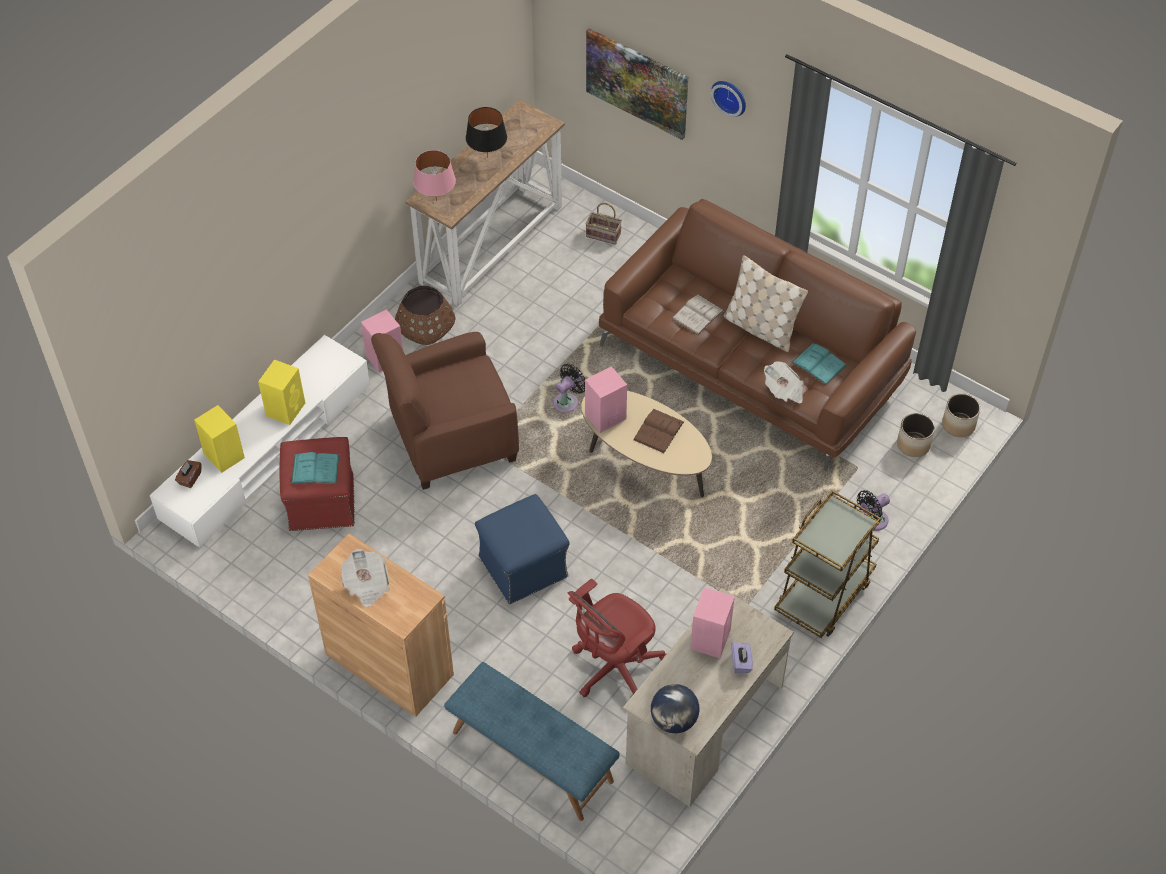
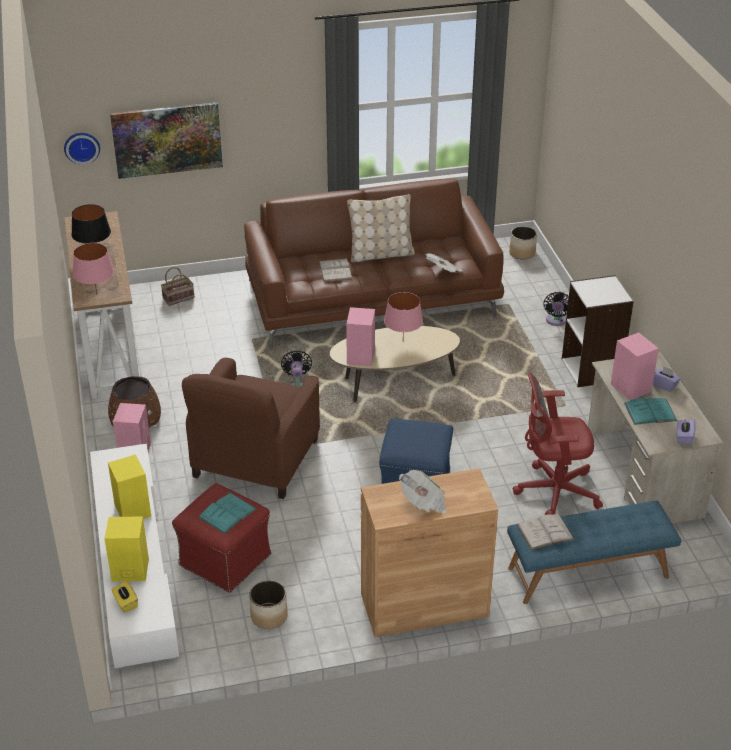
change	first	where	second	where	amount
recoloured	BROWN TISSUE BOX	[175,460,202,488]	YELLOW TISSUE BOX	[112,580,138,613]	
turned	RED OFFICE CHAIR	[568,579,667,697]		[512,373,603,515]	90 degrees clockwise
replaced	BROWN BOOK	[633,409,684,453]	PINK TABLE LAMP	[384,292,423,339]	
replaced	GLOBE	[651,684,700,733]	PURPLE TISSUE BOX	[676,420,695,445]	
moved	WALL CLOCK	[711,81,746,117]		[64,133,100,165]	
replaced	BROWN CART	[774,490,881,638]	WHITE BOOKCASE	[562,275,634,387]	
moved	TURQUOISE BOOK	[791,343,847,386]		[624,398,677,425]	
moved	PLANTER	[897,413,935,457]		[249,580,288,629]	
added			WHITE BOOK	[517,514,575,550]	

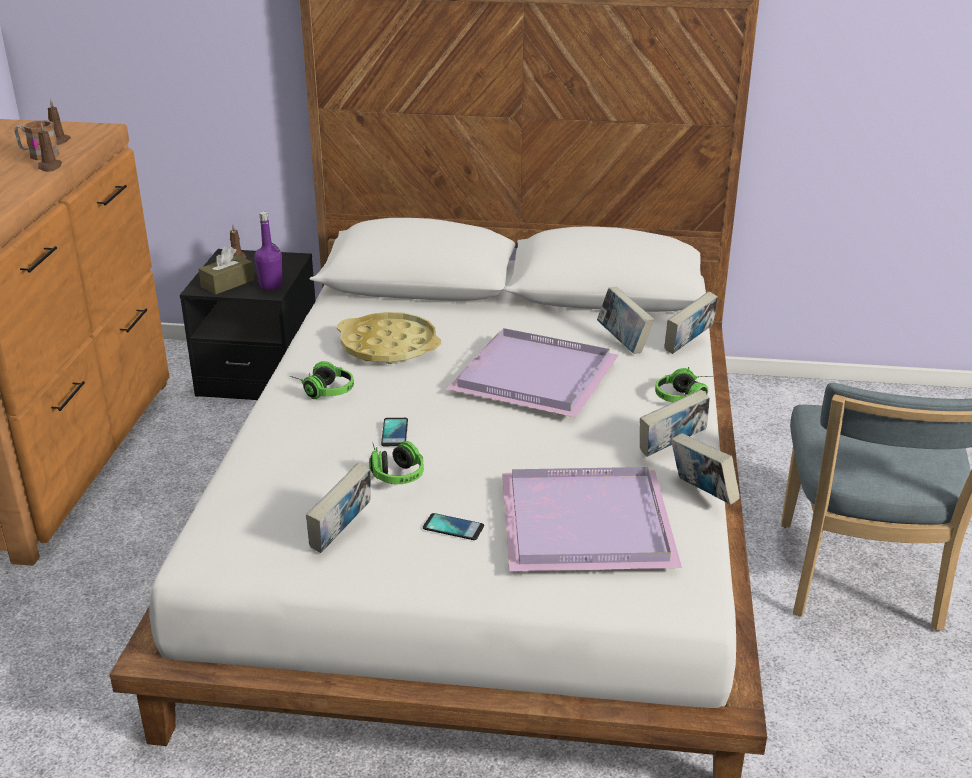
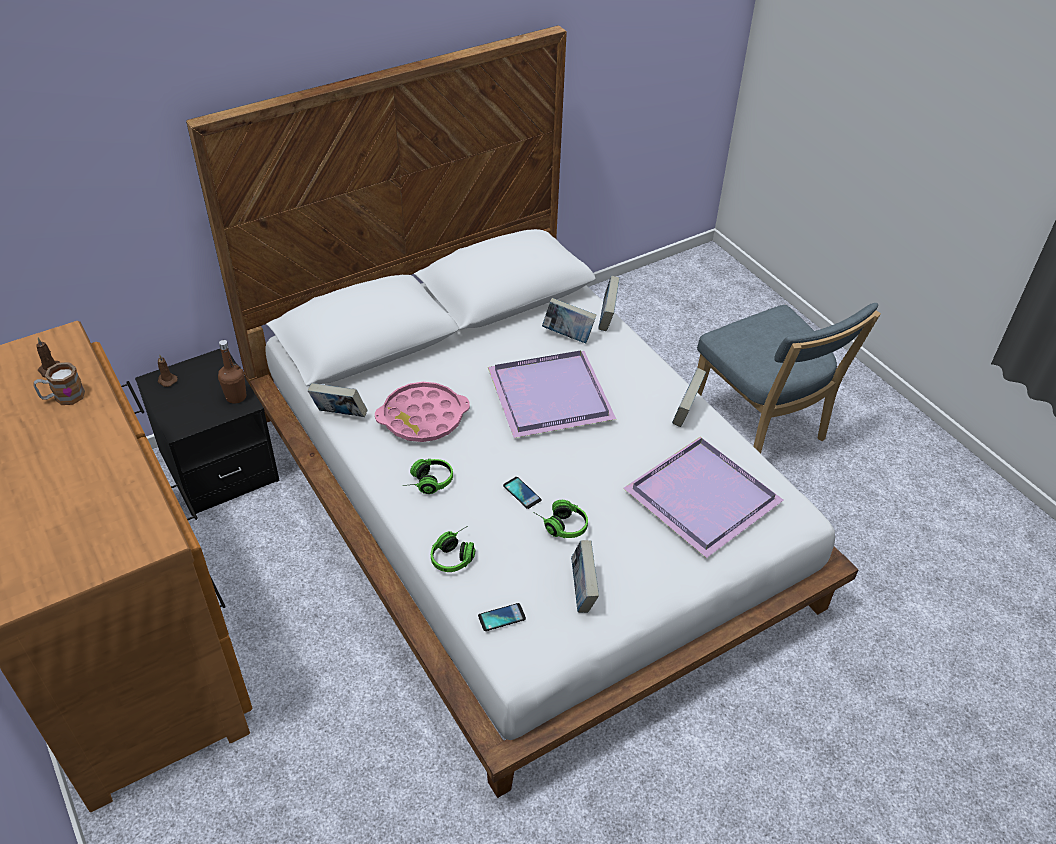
change	first	where	second	where	amount
removed	BROWN CANDLE	[38,123,62,172]			
removed	BROWN TISSUE BOX	[199,247,254,295]			
recoloured	PURPLE BOTTLE	[254,211,282,290]	BROWN BOTTLE	[218,340,246,403]	
recoloured	YELLOW TRAY	[337,312,441,364]	PINK TRAY	[375,382,470,442]	
moved	PHONE	[423,513,484,540]		[478,603,526,631]	
moved	HEADPHONES	[655,367,713,402]		[431,526,475,572]	
moved	BOOK	[671,433,740,505]		[308,383,367,417]	

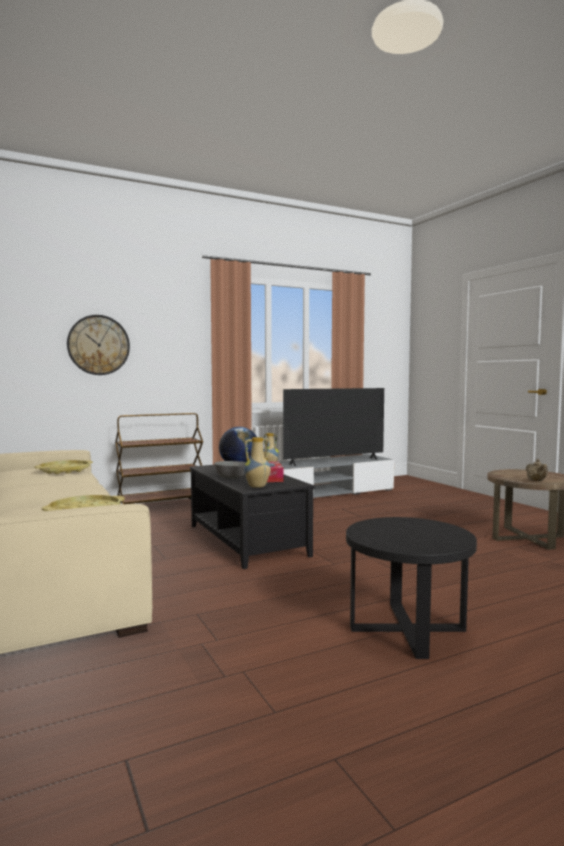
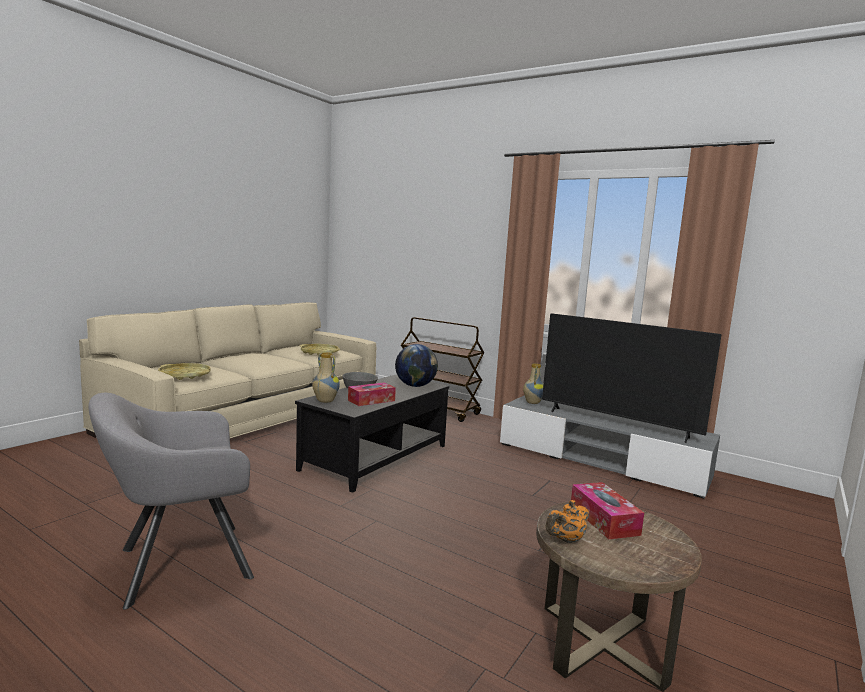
change	first	where	second	where	amount
removed	WALL CLOCK	[67,315,130,375]			
replaced	BLACK SIDE TABLE	[346,517,477,659]	GREY ARMCHAIR	[89,393,254,610]	
recoloured	BEIGE TEAPOT	[526,459,548,481]	ORANGE TEAPOT	[546,500,589,543]	
added			TISSUE BOX	[571,482,644,539]	

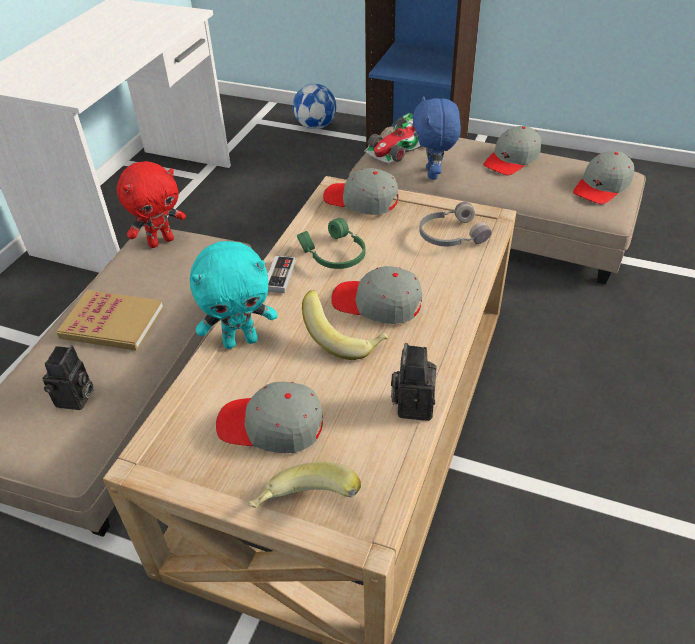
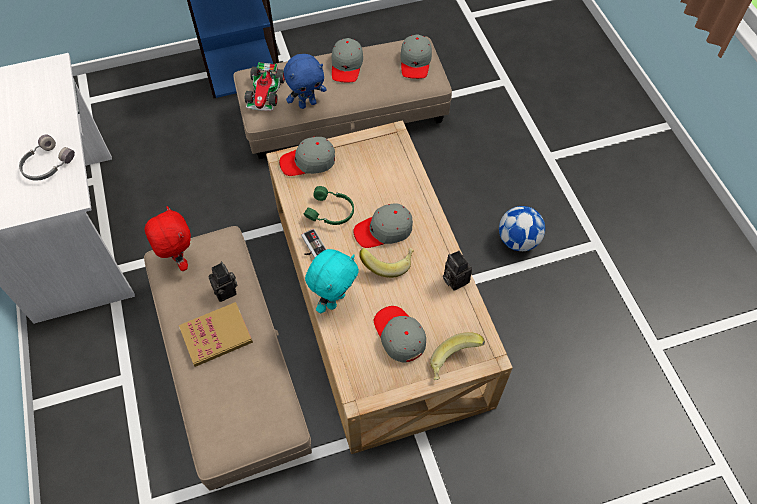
change	first	where	second	where	amount
moved	PHOTO CAMERA	[42,346,94,410]		[209,262,238,302]	
turned	RED PLUSH TOY	[117,161,186,248]		[145,206,191,271]	45 degrees counterclockwise
turned	GREY CAP	[216,382,323,453]		[374,306,426,363]	90 degrees clockwise
moved	FOOTBALL	[293,84,337,129]		[499,206,545,251]	
turned	BLUE PLUSH TOY	[412,96,461,180]		[284,54,327,109]	75 degrees counterclockwise
moved	GREY HEADPHONES	[419,202,492,246]		[19,135,75,181]	

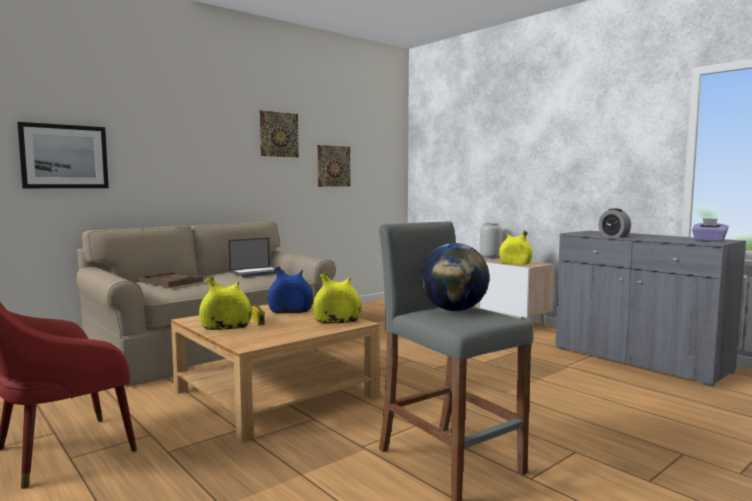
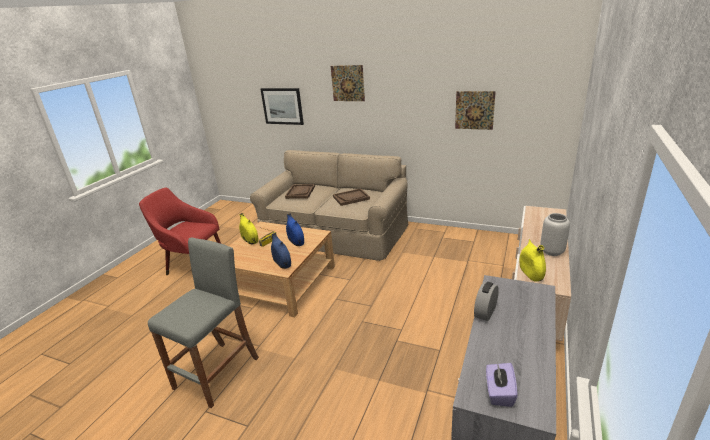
change	first	where	second	where	amount
replaced	LAPTOP	[228,238,284,277]	BROWN TRAY	[333,188,370,206]	
moved	PICTURE	[259,110,299,157]		[331,65,365,101]	
recoloured	YELLOW VASE	[313,273,361,323]	BLUE VASE	[271,233,291,269]	
removed	GLOBE	[421,243,489,311]			

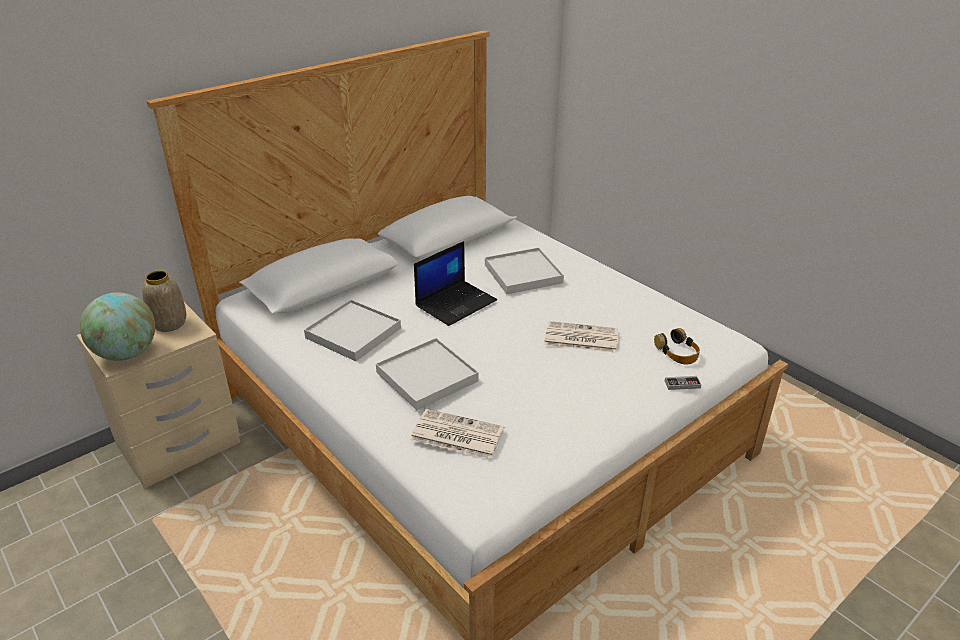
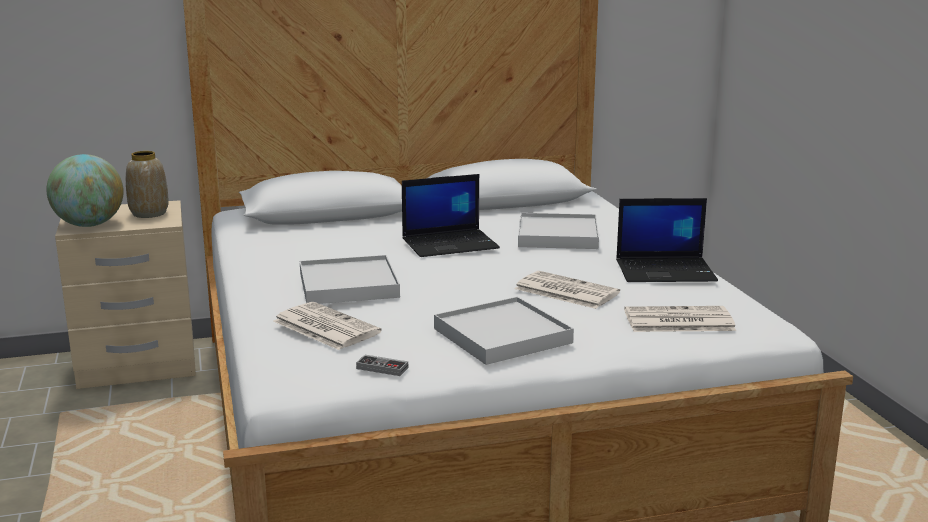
change	first	where	second	where	amount
moved	WHITE TRAY	[304,299,401,361]		[434,297,574,365]	
replaced	HEADPHONES	[654,328,700,364]	NEWSPAPER	[624,306,736,332]	
moved	GAME CONTROLLER	[665,376,701,390]		[356,355,408,376]	
added			LAPTOP	[616,198,718,282]	

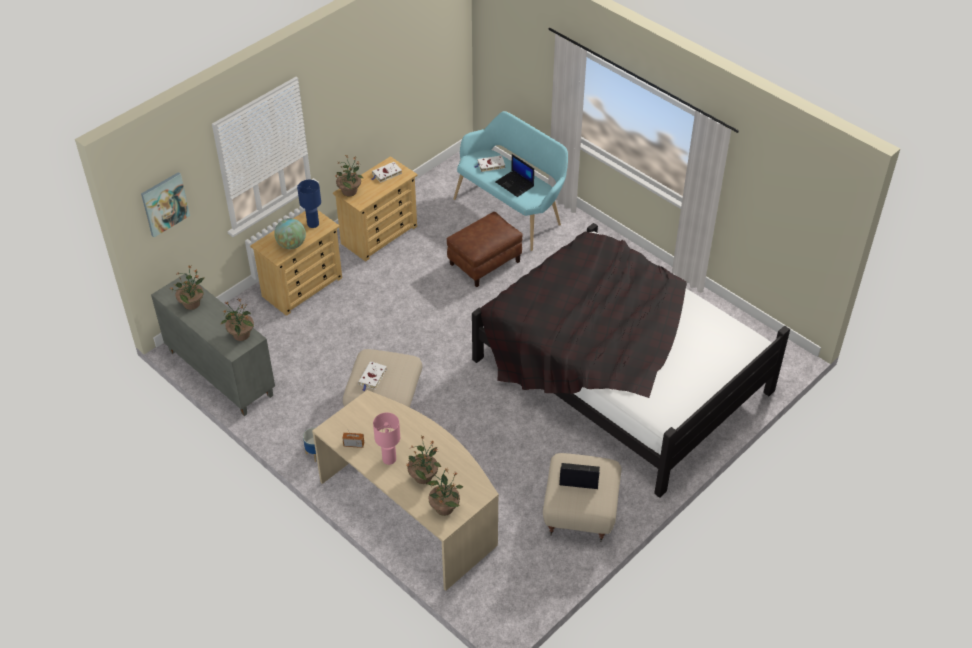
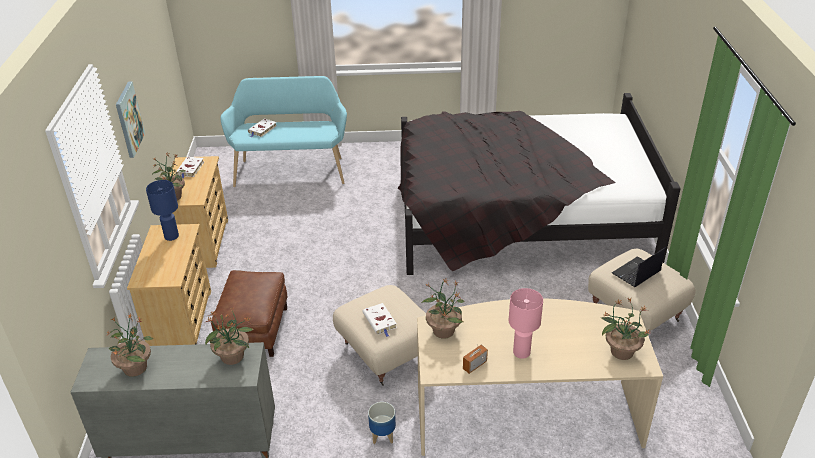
change	first	where	second	where	amount
moved	PICTURE	[141,172,190,237]		[116,81,145,158]	
removed	GLOBE	[274,218,306,249]			
moved	POTTED PLANT	[407,436,441,484]		[422,279,465,339]	
moved	BROWN OTTOMAN	[447,212,523,287]		[211,270,287,357]	
removed	LAPTOP	[495,154,534,197]			

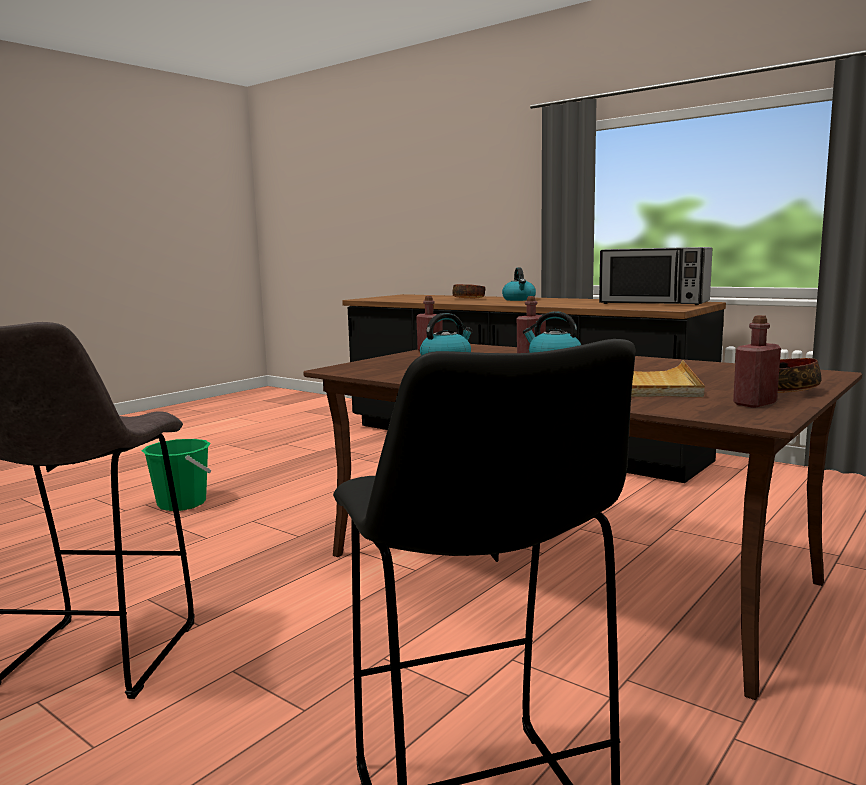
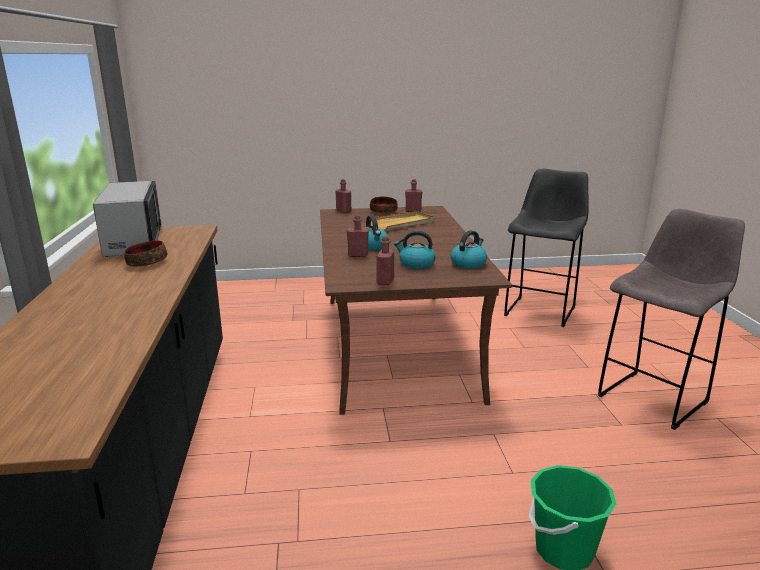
change	first	where	second	where	amount
moved	BOWL	[452,284,485,298]		[124,240,167,267]	
moved	KETTLE	[502,267,536,301]		[451,230,487,269]	
added			RED BOTTLE	[335,179,351,213]	

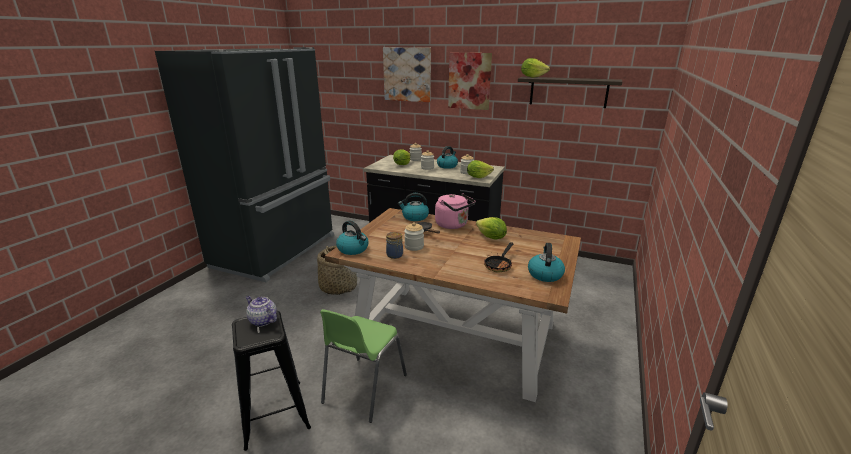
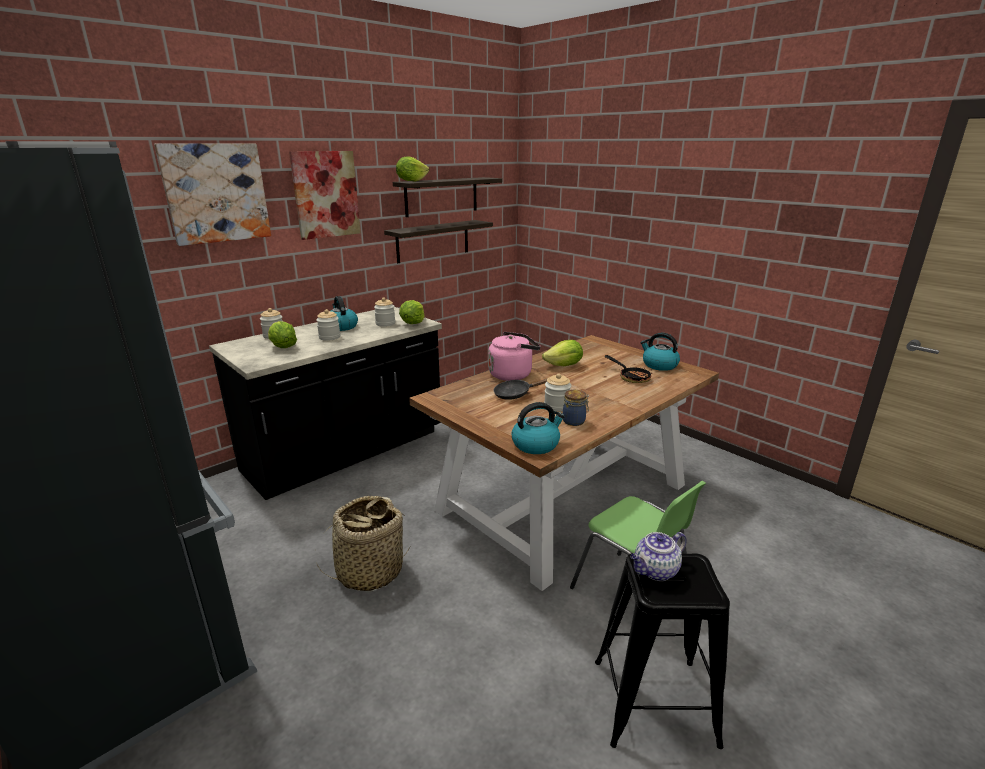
change	first	where	second	where	amount
removed	KETTLE	[398,193,429,221]			
added			SHELF	[384,220,493,263]	

